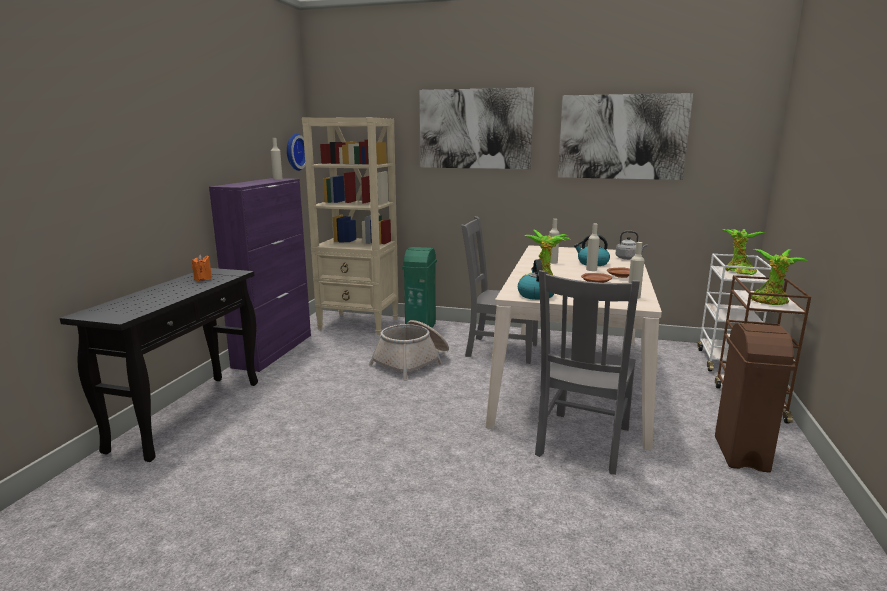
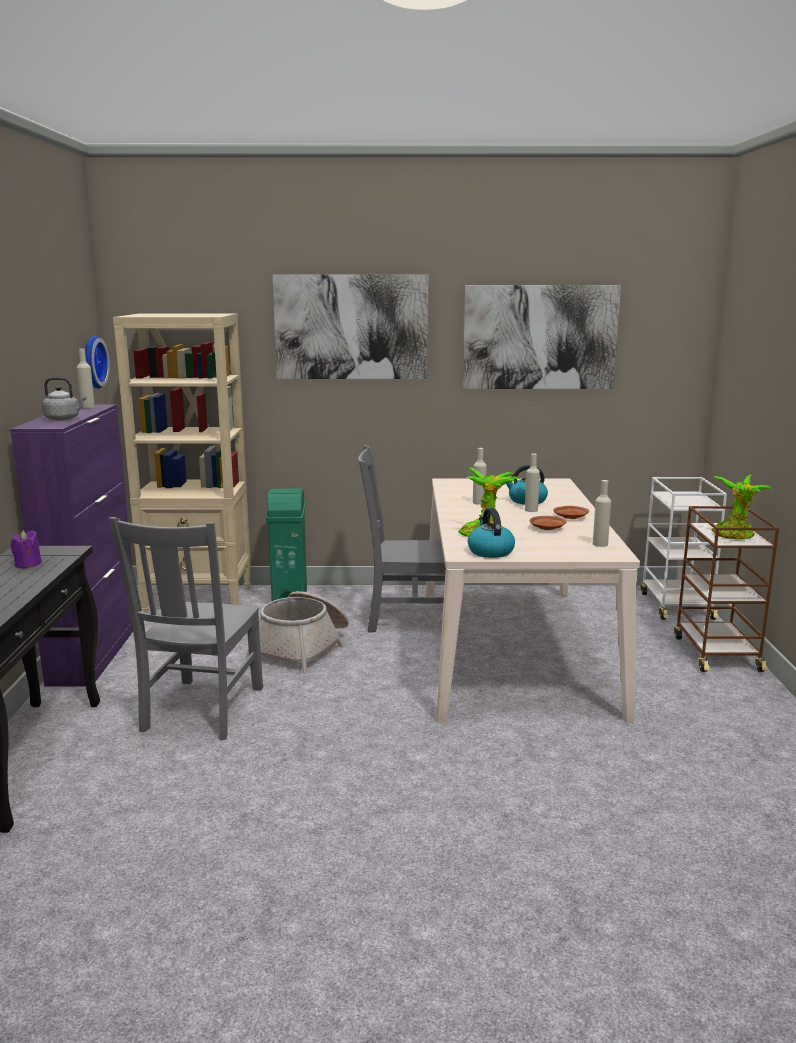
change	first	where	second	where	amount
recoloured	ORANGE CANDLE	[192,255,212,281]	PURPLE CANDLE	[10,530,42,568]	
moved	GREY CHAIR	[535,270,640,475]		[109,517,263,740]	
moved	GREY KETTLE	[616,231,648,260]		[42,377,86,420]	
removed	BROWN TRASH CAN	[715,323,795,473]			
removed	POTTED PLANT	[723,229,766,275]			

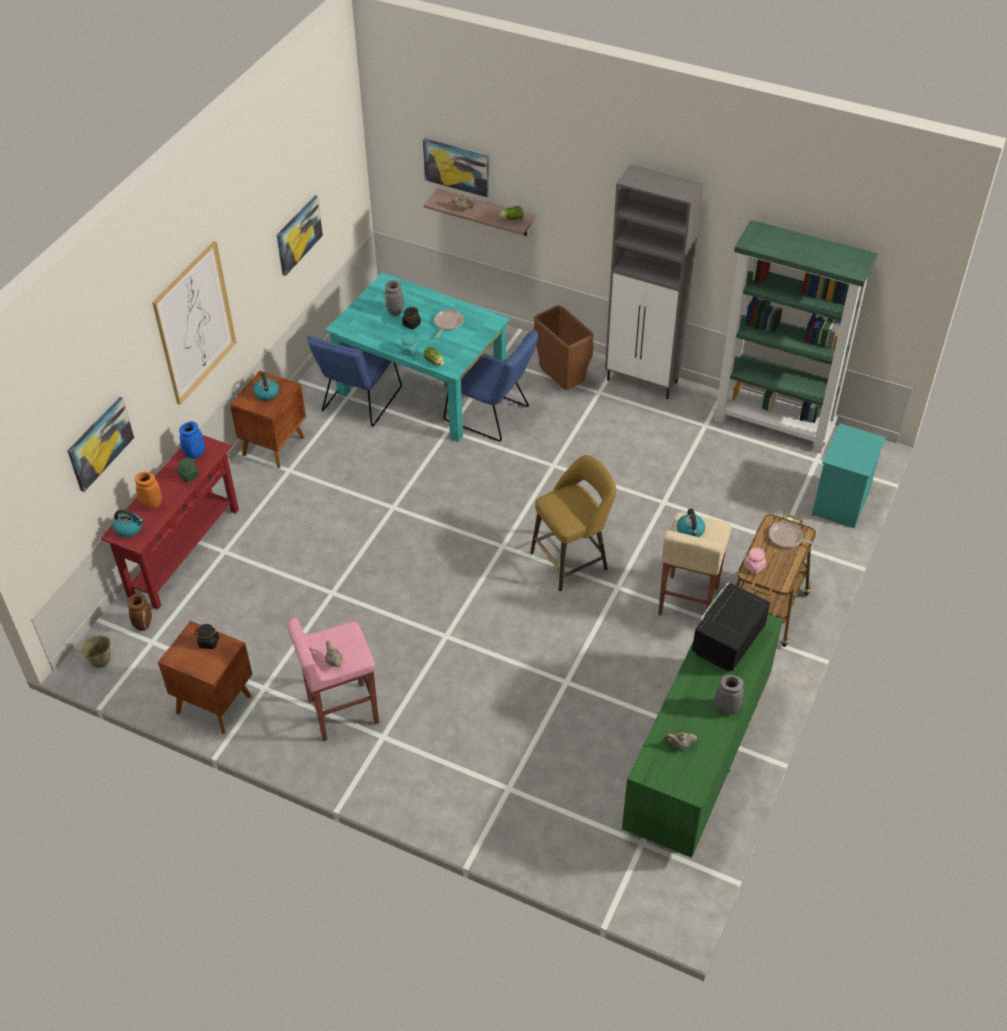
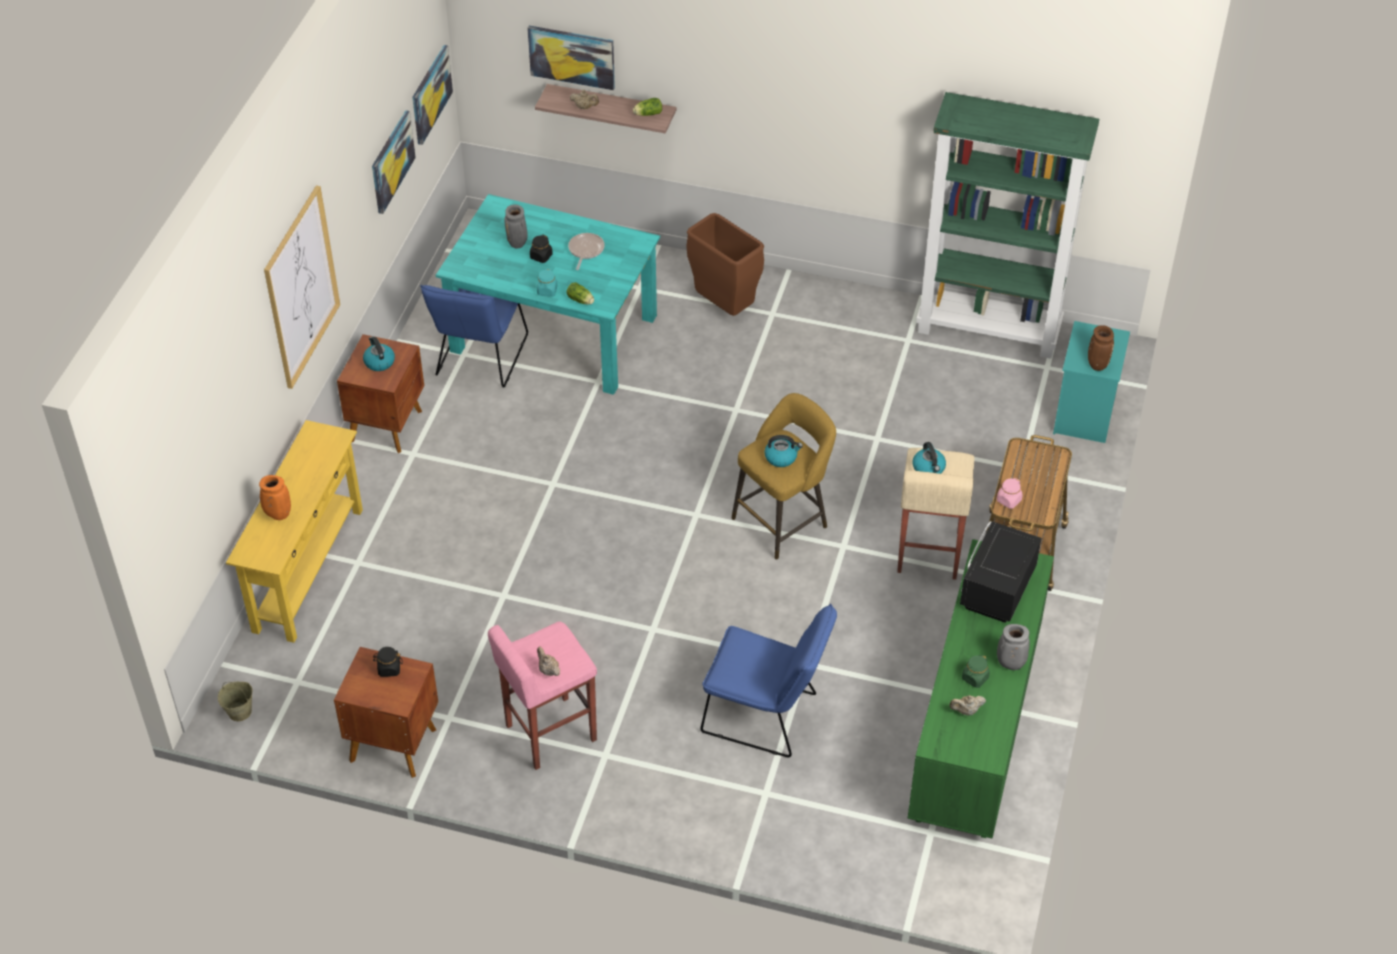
change	first	where	second	where	amount
moved	PICTURE	[67,397,134,492]		[412,45,453,145]	
recoloured	RED CONSOLE TABLE	[100,435,239,610]	YELLOW CONSOLE TABLE	[226,420,363,643]	
moved	KETTLE	[113,510,143,537]		[764,435,803,467]	
moved	BROWN VASE	[127,594,152,631]		[1088,325,1114,371]	
moved	GREEN JAR	[176,458,199,482]		[962,655,990,688]	
removed	BLUE VASE	[179,421,205,459]			
moved	BLUE CHAIR	[444,329,538,441]		[700,604,837,757]	
removed	GREY CABINET	[605,164,704,399]			
removed	FRYING PAN	[769,521,820,548]			

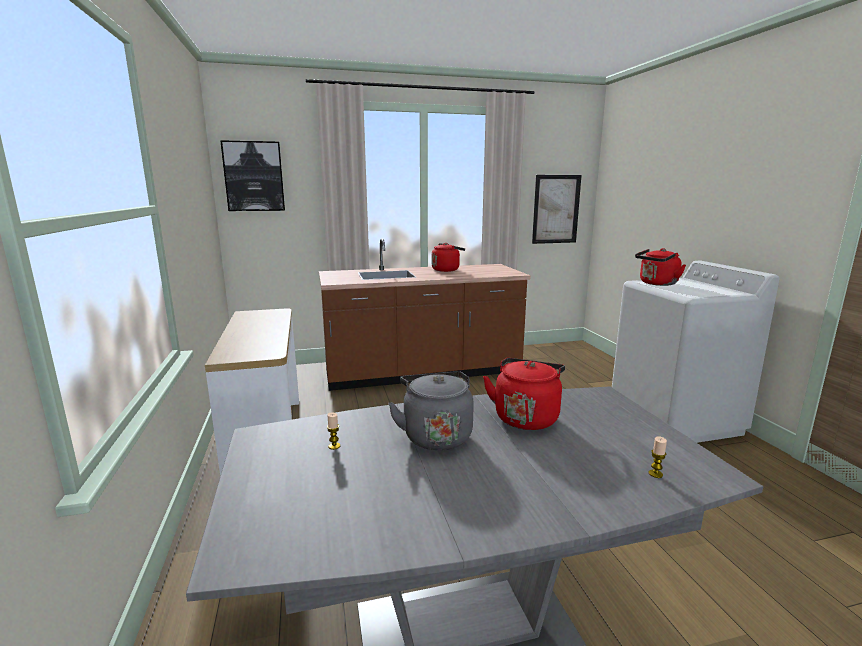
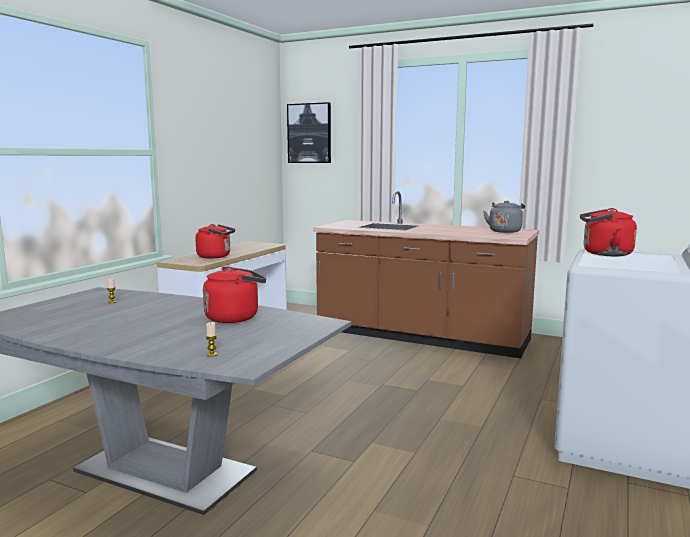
change	first	where	second	where	amount
moved	GREY KETTLE	[388,371,474,450]		[483,201,525,233]	
moved	RED KETTLE	[432,243,465,272]		[195,224,235,258]	
removed	PICTURE	[532,175,582,244]			

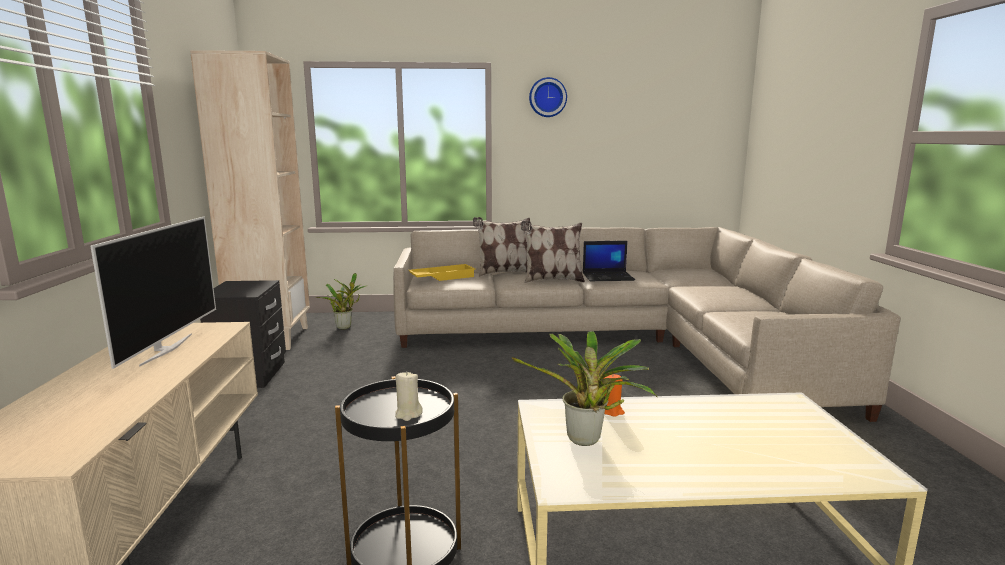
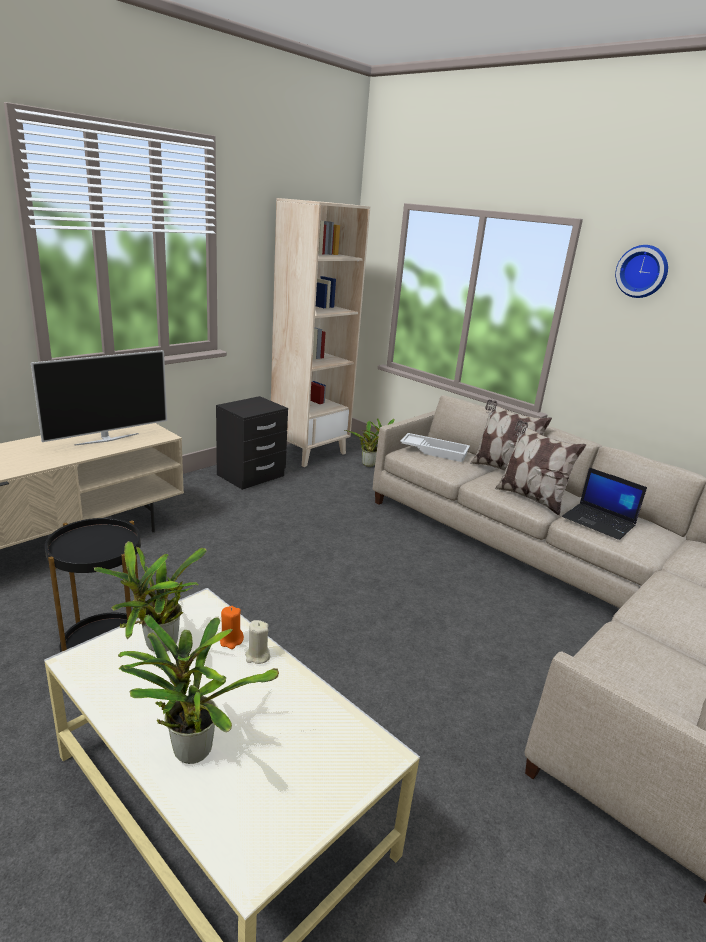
change	first	where	second	where	amount
moved	BEIGE CANDLE	[395,371,423,421]		[245,620,270,664]	
recoloured	YELLOW TRAY	[409,264,476,281]	WHITE TRAY	[400,433,470,462]	
added			POTTED PLANT	[118,615,279,764]	

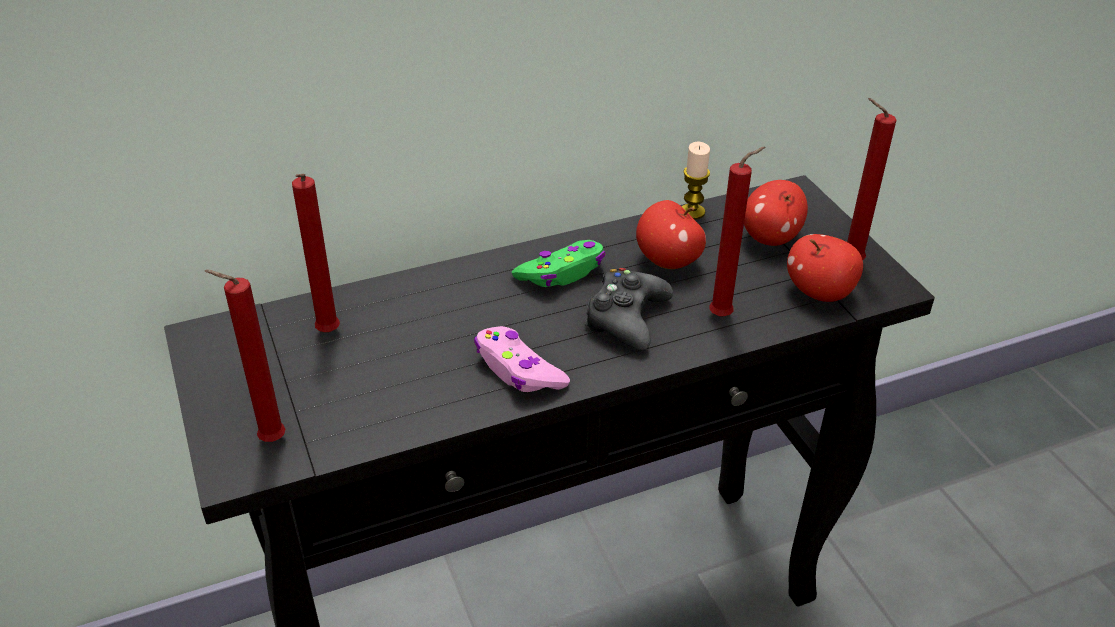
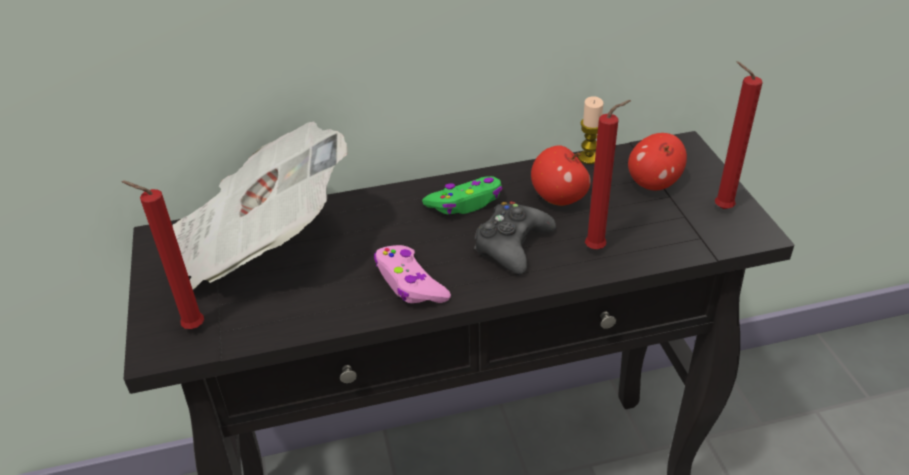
change	first	where	second	where	amount
replaced	RED CANDLE	[292,174,340,332]	NEWSPAPER	[173,121,348,289]	
removed	APPLE	[787,234,863,302]			

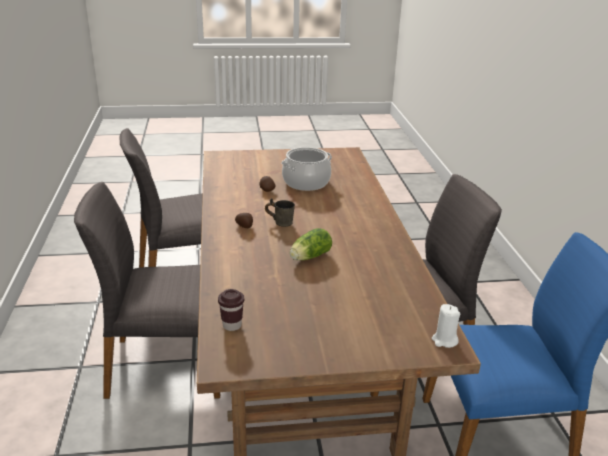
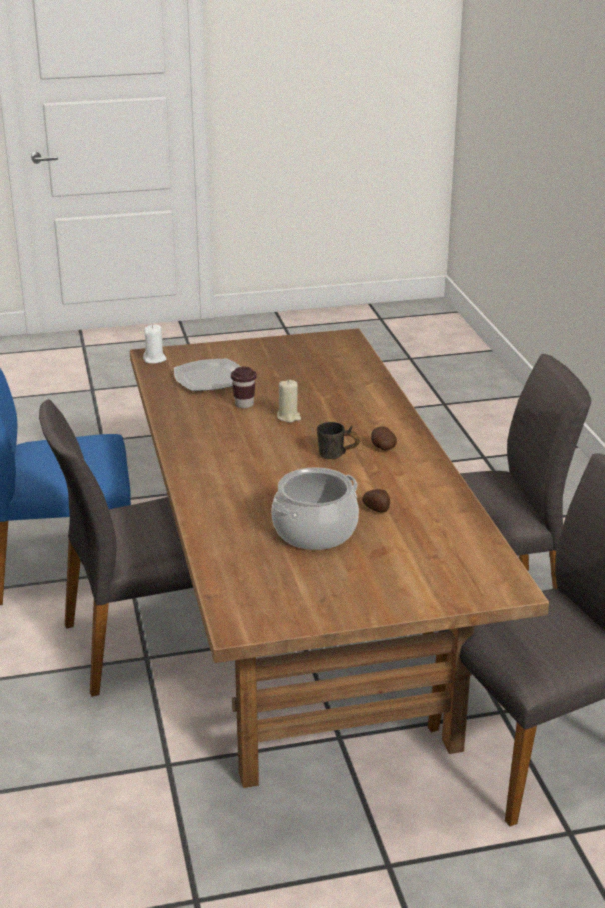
change	first	where	second	where	amount
moved	BROWN CUP	[218,289,244,331]		[231,367,256,408]	
replaced	LETTUCE	[290,228,332,260]	BEIGE CANDLE	[277,379,301,423]	
added			PLATE	[174,359,241,391]	

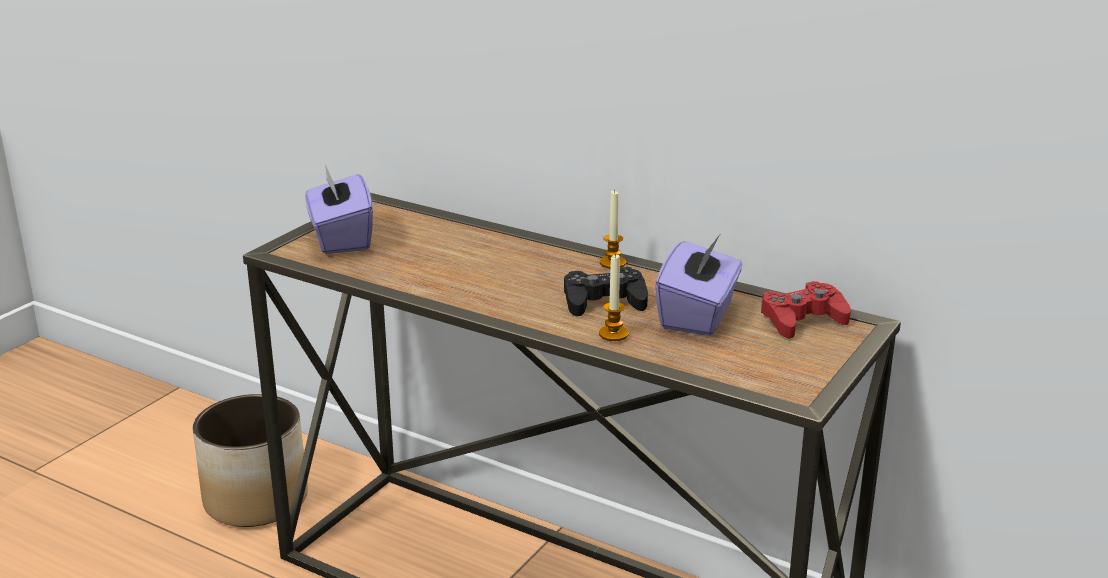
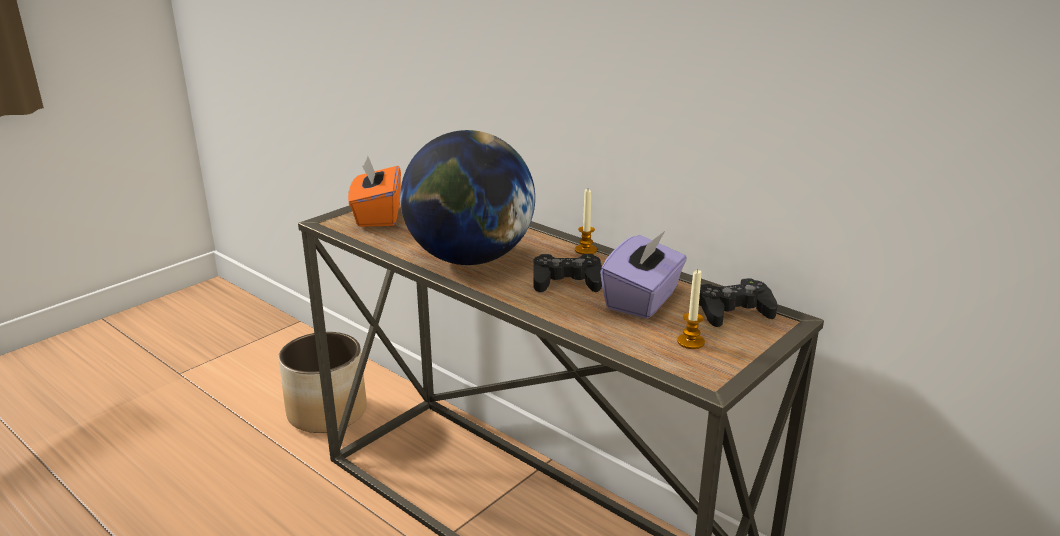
change	first	where	second	where	amount
recoloured	PURPLE TISSUE BOX	[305,164,373,254]	ORANGE TISSUE BOX	[348,156,401,227]	
moved	CANDLE	[599,253,629,341]		[677,269,705,349]	
recoloured	RED GAME CONTROLLER	[761,281,851,339]	BLACK GAME CONTROLLER	[699,278,777,327]	
added			GLOBE	[400,130,535,265]	

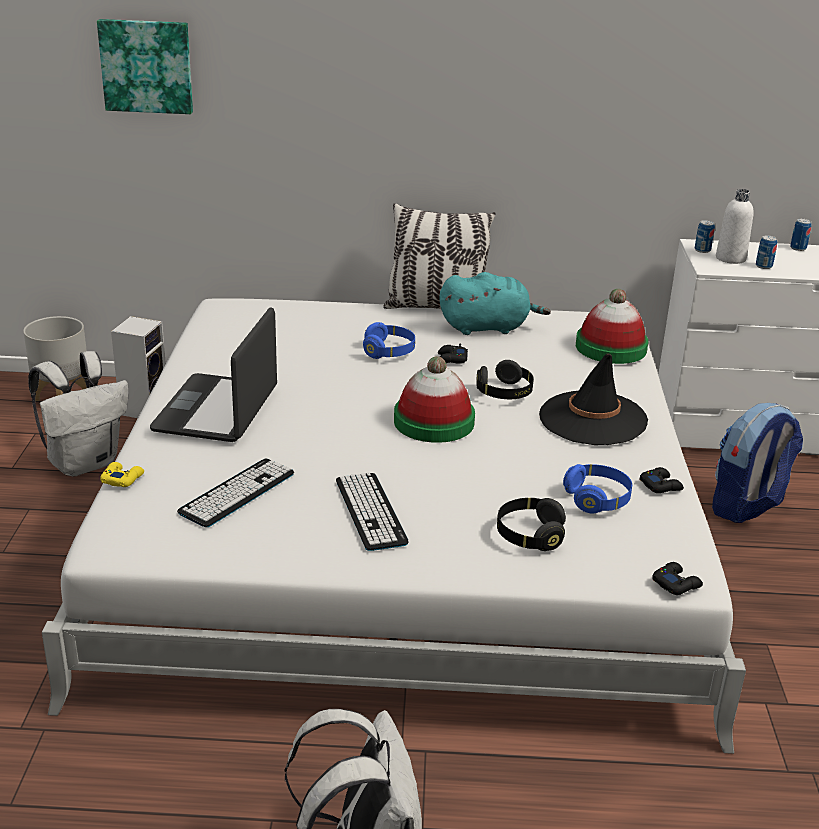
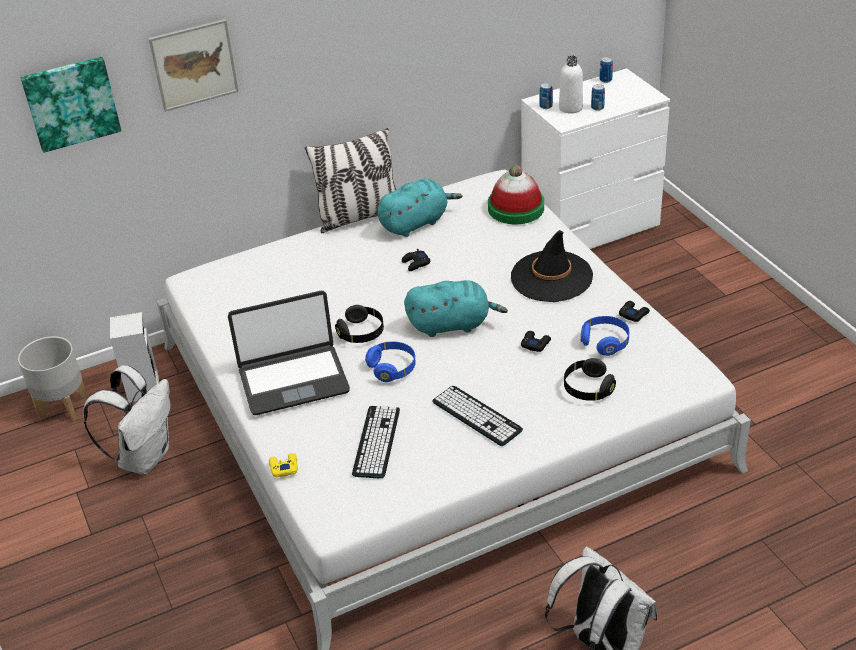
change	first	where	second	where	amount
turned	LAPTOP	[150,308,277,442]		[228,291,350,415]	90 degrees counterclockwise
moved	BLUE HEADPHONES	[363,322,415,359]		[365,342,416,382]	
replaced	HAT	[394,356,475,443]	TURQUOISE PLUSH TOY	[404,280,508,337]	
moved	BLACK HEADPHONES	[477,360,534,399]		[335,305,384,343]	
moved	BLACK GAME CONTROLLER	[652,562,703,595]		[521,331,551,352]	
removed	BACKPACK	[712,403,803,523]			
added			PICTURE	[148,19,239,112]	

